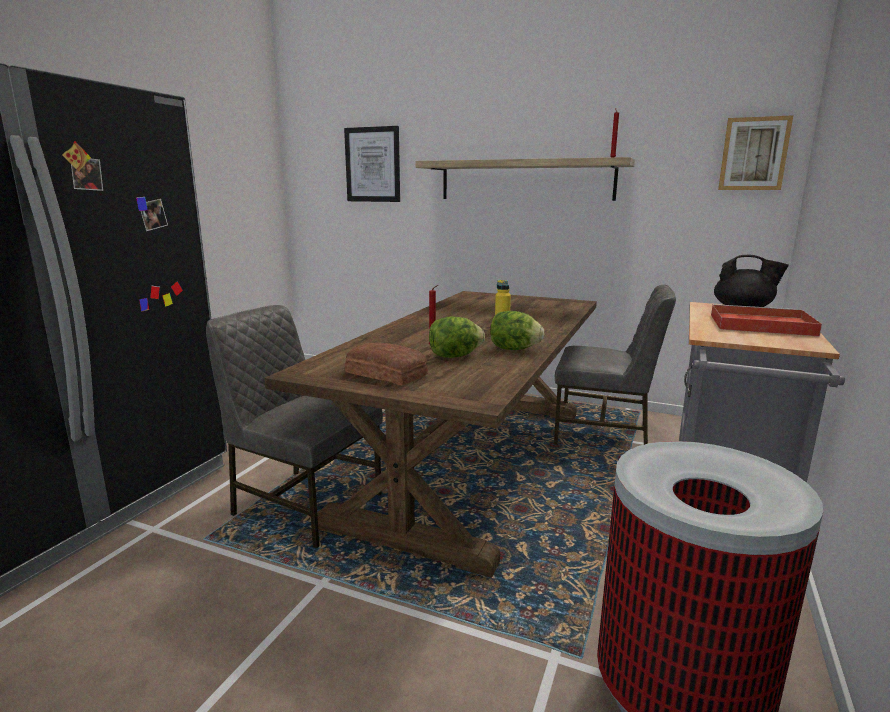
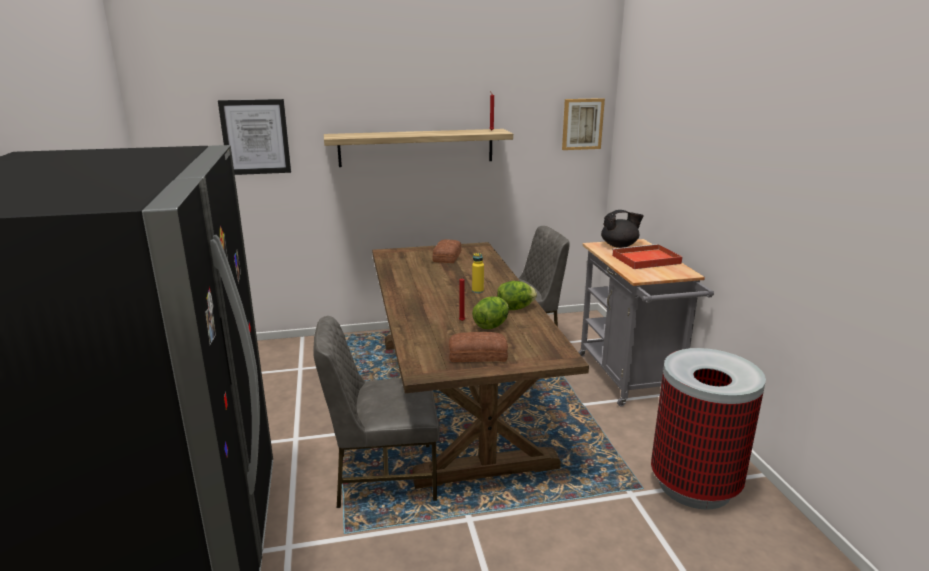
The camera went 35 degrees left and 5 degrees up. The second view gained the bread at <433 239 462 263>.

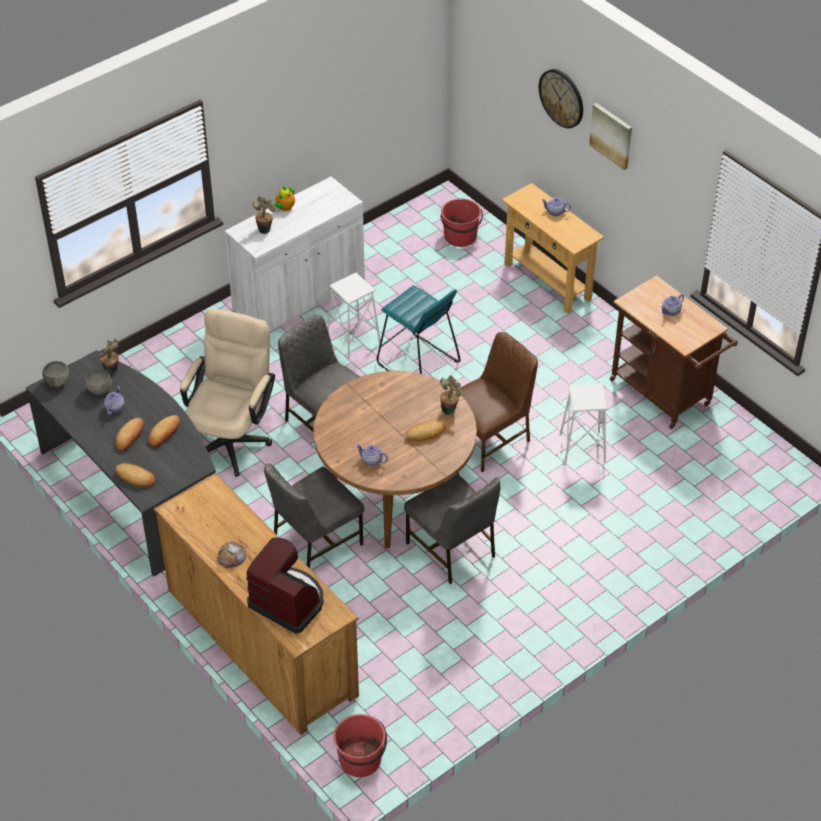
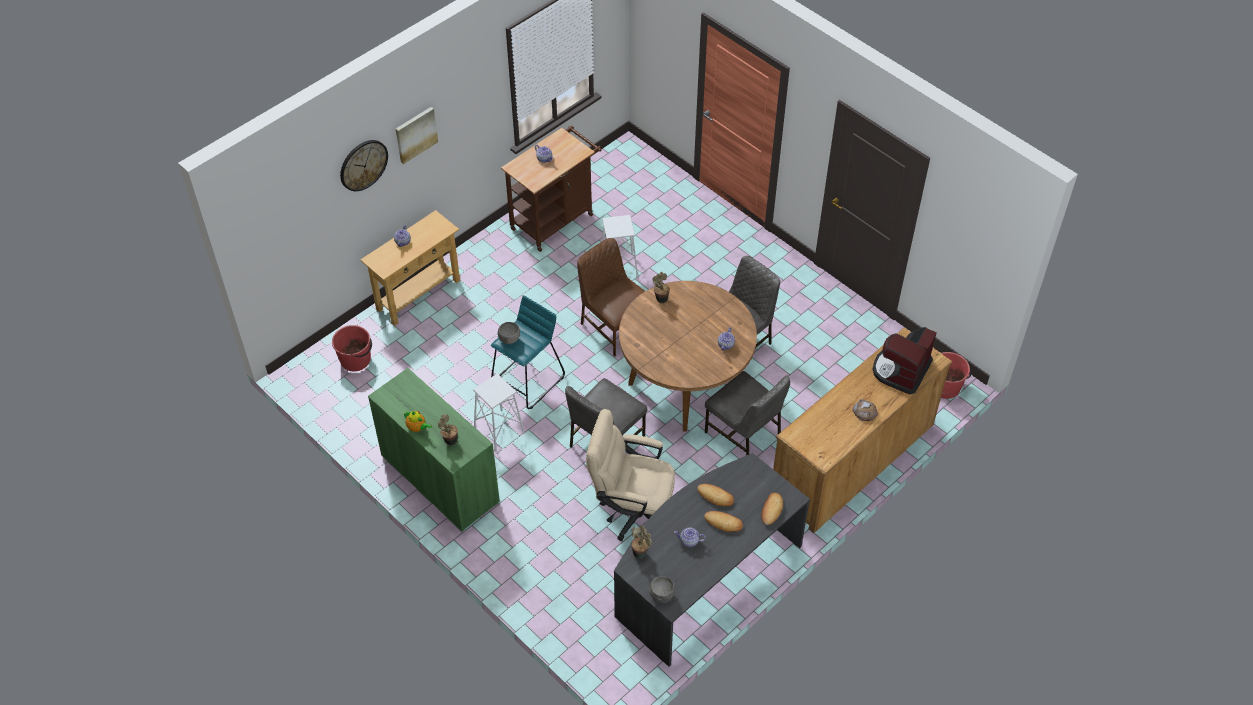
The camera went 95 degrees left and 5 degrees up. The grey bowl ended up elsewhere, having gone from <85 368 112 394> to <498 322 520 344>. What was the white cabinet at <225 176 365 332> turned into the green cabinet at <368 368 500 531>. The second view lost the bread at <405 420 446 441>.

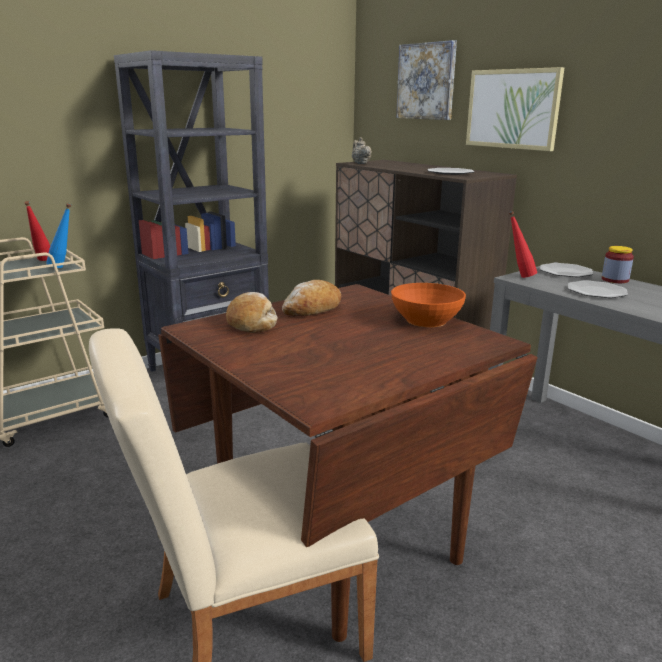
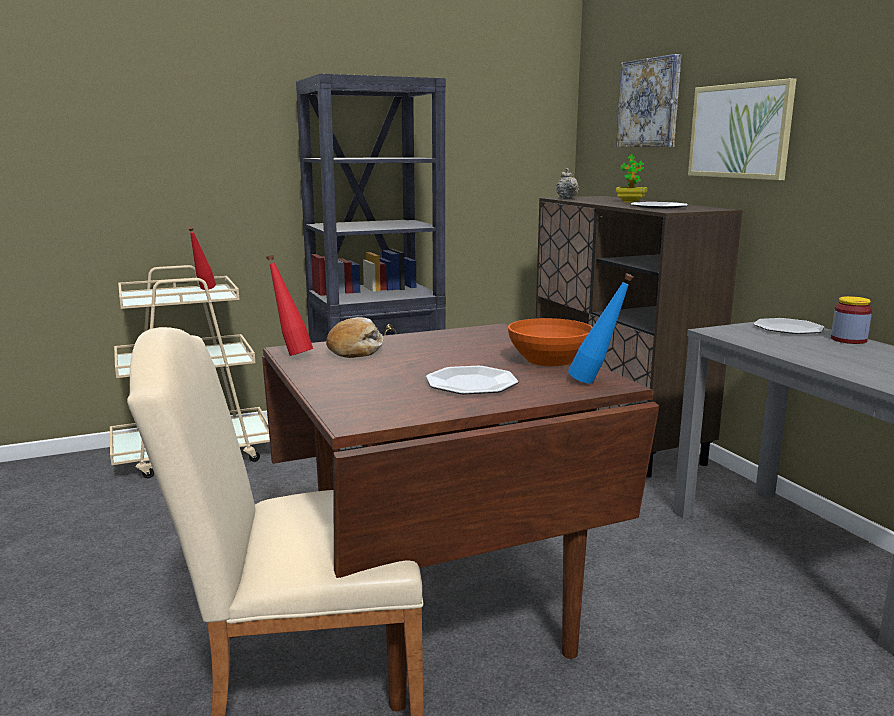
The camera went 15 degrees right and 5 degrees down. The blue bottle ended up elsewhere, having gone from <46 203 71 268> to <568 273 634 384>. The second view lost the bread at <282 280 341 316>. The red bottle ended up elsewhere, having gone from <509 211 537 278> to <266 255 313 356>. The plate ended up elsewhere, having gone from <568 280 628 298> to <426 366 519 394>. The second view gained the potted plant at <616 154 648 202>.

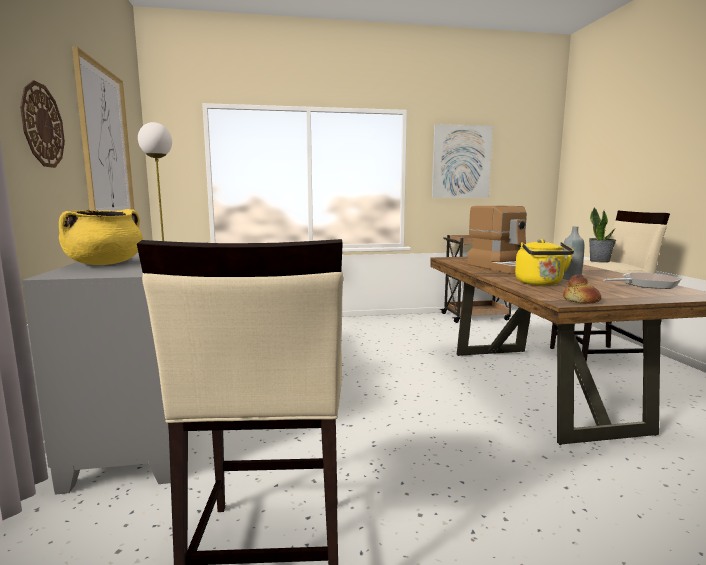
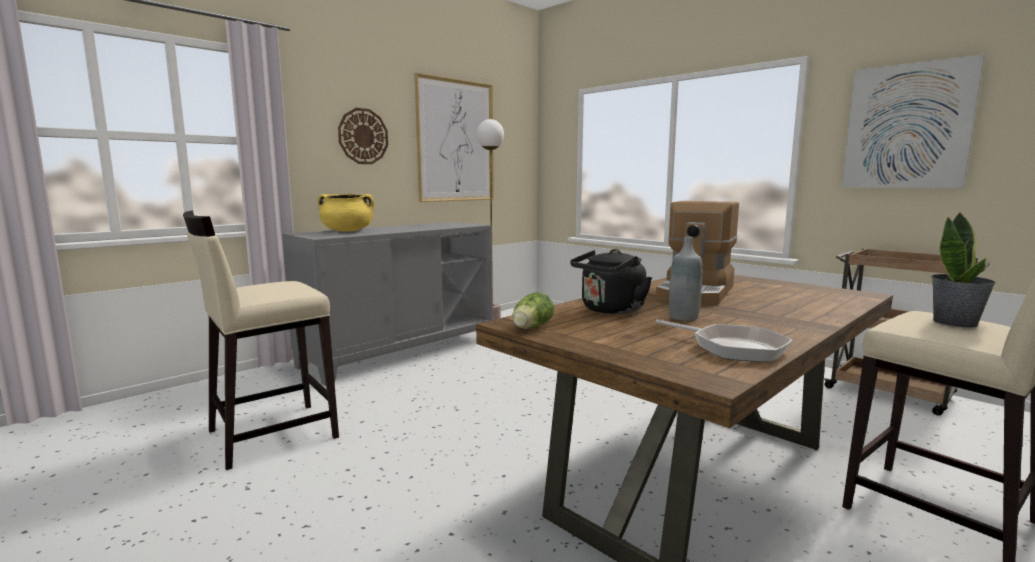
The camera went 55 degrees right and 0 degrees up. What was the yellow kettle at <515 239 574 286> turned into the black kettle at <570 249 652 314>. Where the bread stood at <563 274 601 304>, the lettuce came to stand at <512 292 554 329>.

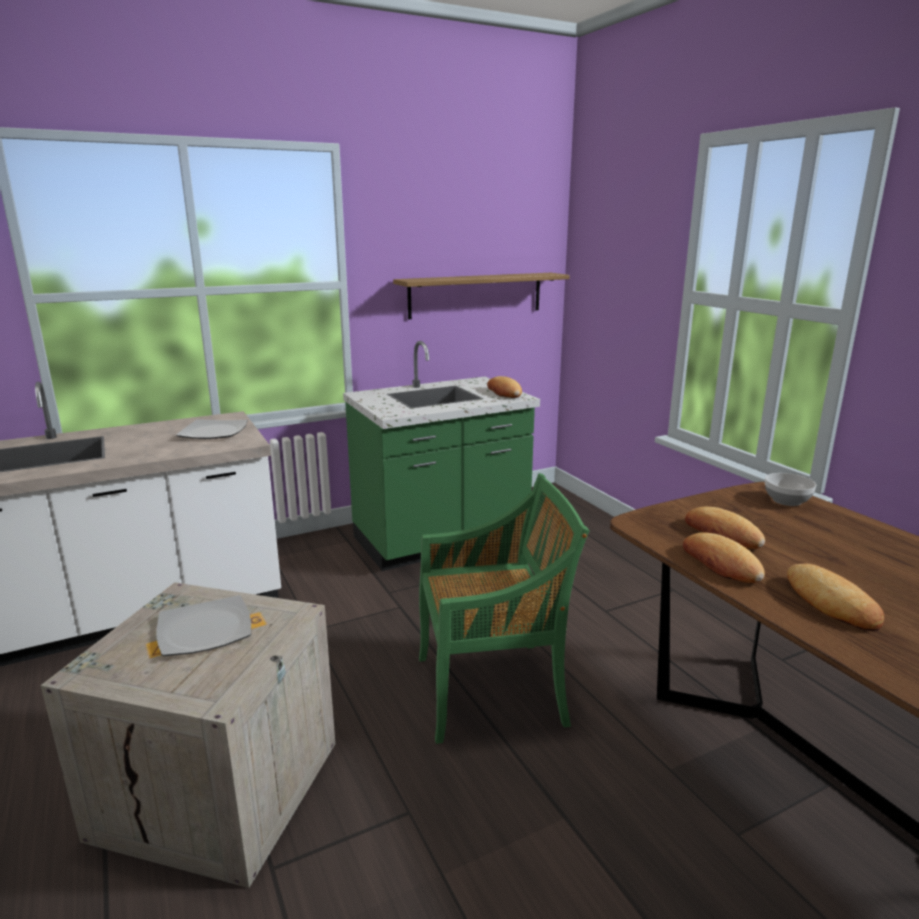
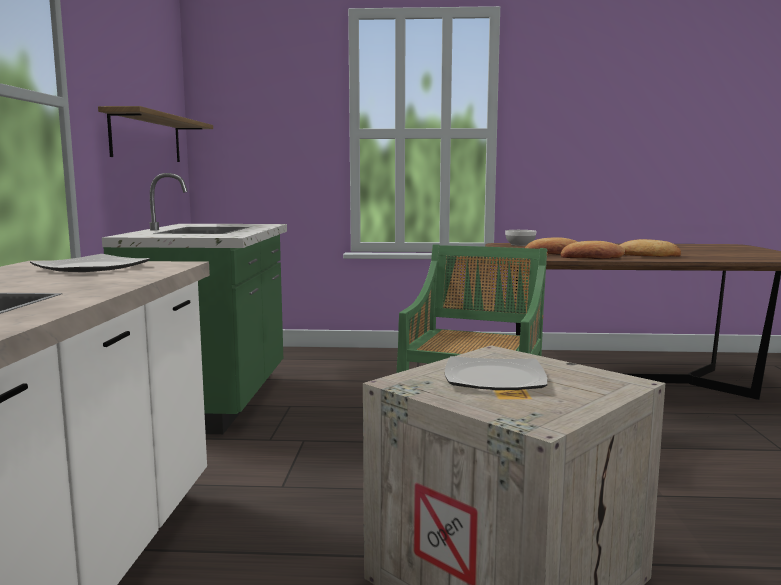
The camera went 60 degrees left and 10 degrees down. The second view lost the bread at <487 376 522 398>.

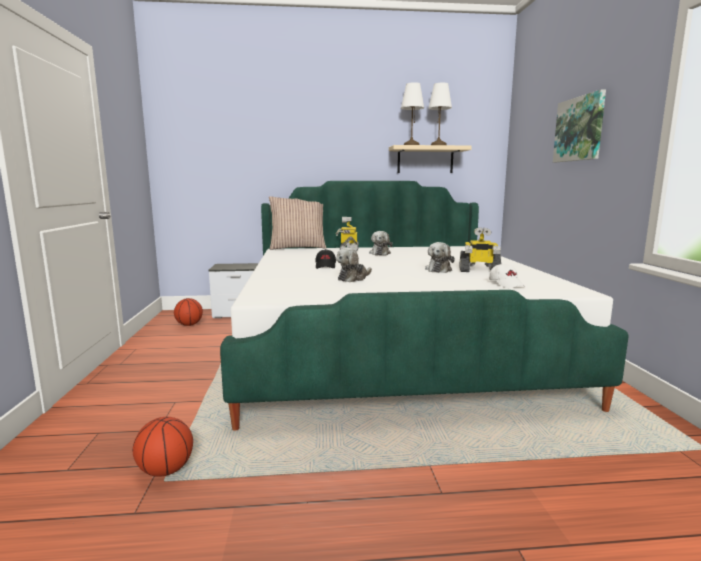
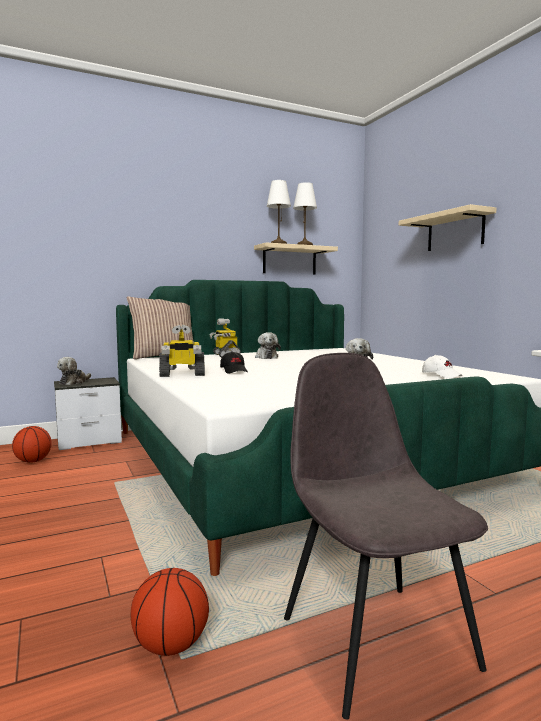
The camera went 20 degrees left and 5 degrees down. The plush toy ended up elsewhere, having gone from <336 248 372 282> to <57 357 91 385>. The toy robot ended up elsewhere, having gone from <459 227 501 272> to <159 325 205 377>. Where the picture hung at <553 89 606 162>, the beige shelf came to hang at <399 204 496 251>. The second view gained the grey chair at <284 353 488 720>.

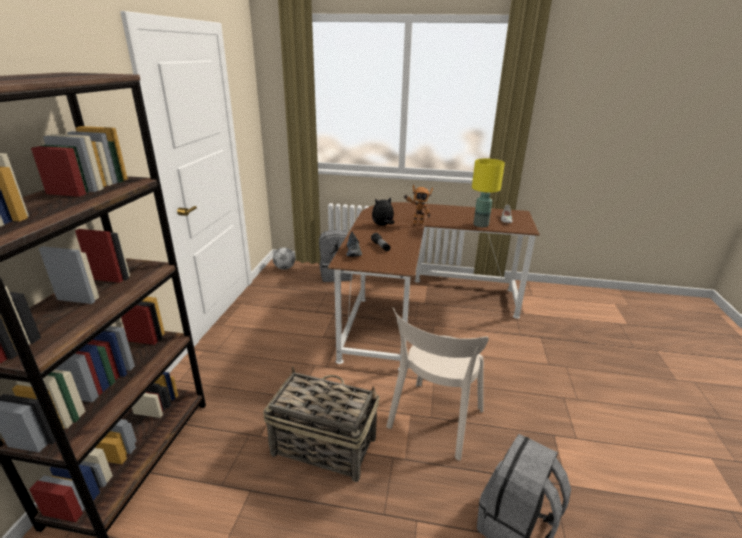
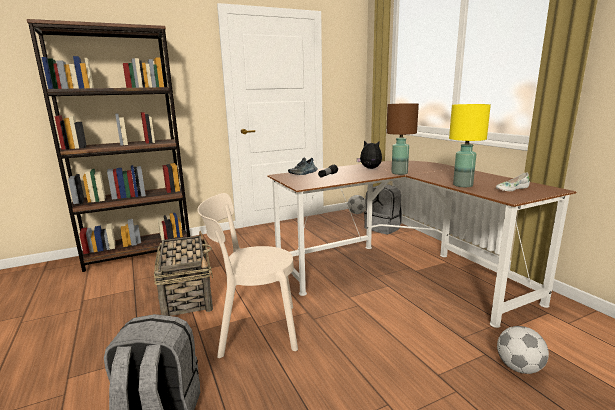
The camera went 55 degrees right and 10 degrees down. Where the toy robot stood at <404 185 433 226>, the brown table lamp came to stand at <386 103 419 175>. The second view gained the football at <497 326 549 374>.

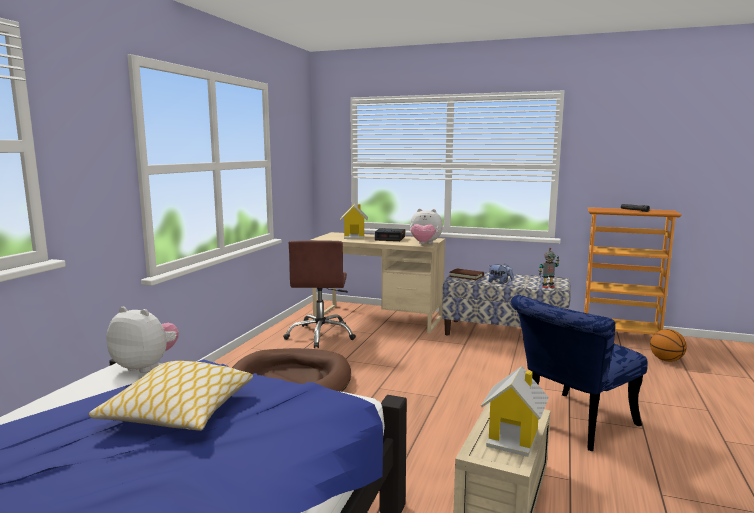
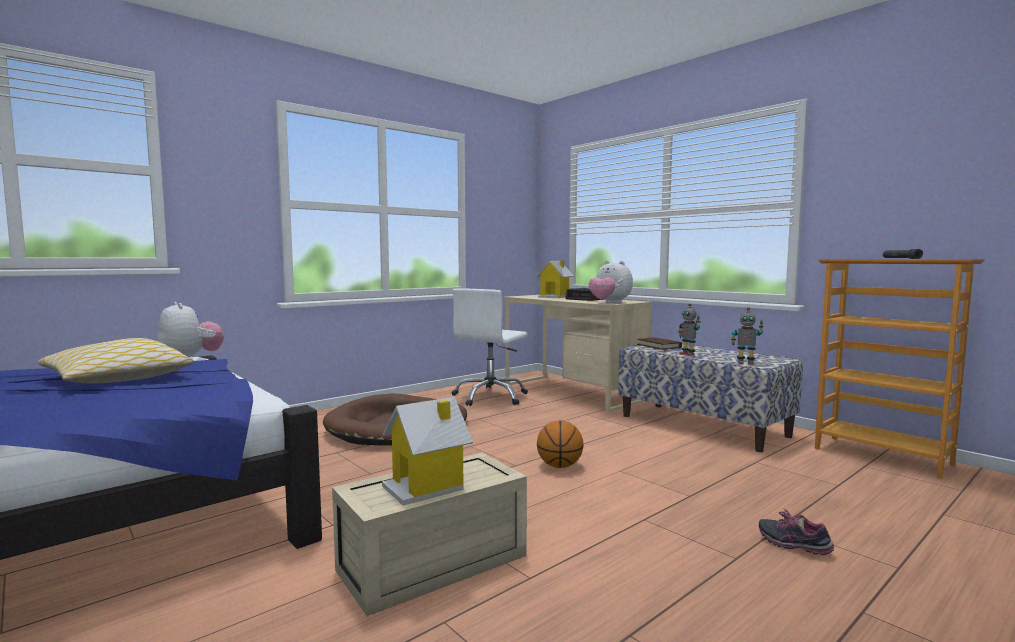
The camera went 30 degrees right and 5 degrees down. What was the brown office chair at <283 240 356 348> turned into the white office chair at <452 289 528 406>. Where the plush toy stood at <488 264 514 284>, the toy robot came to stand at <678 303 701 356>. The second view lost the blue chair at <511 295 647 451>. The basketball ended up elsewhere, having gone from <650 329 687 362> to <537 420 583 468>. The second view gained the shoe at <759 508 834 555>.

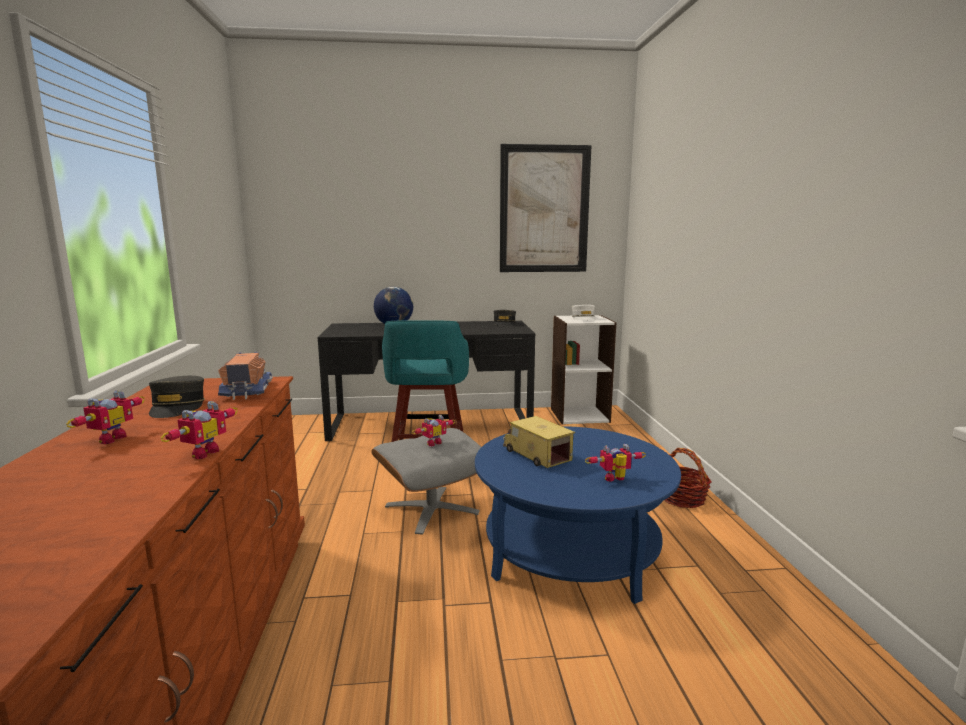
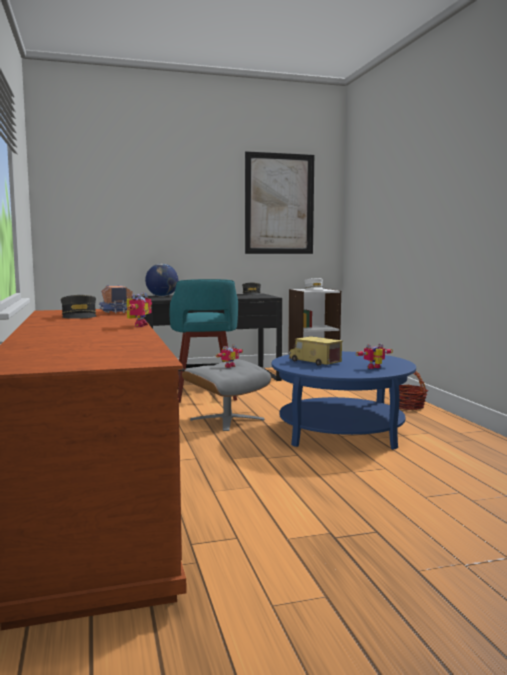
The camera went 10 degrees left and 5 degrees down. The second view lost the toy robot at <67 390 145 444>.

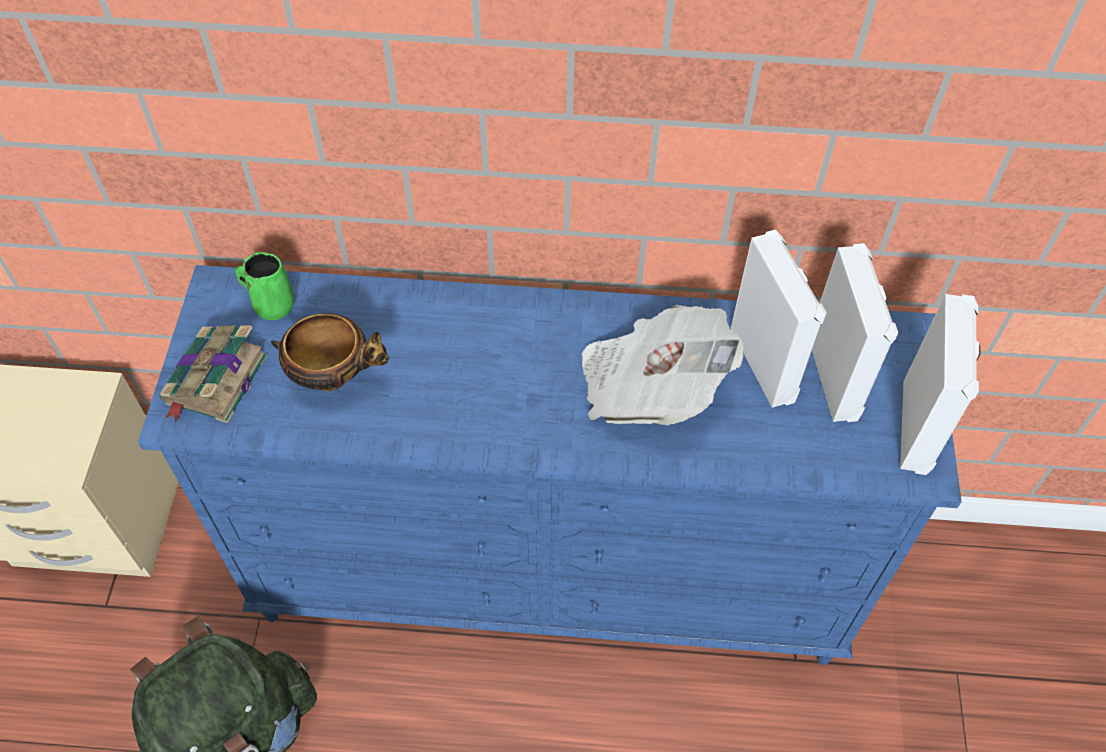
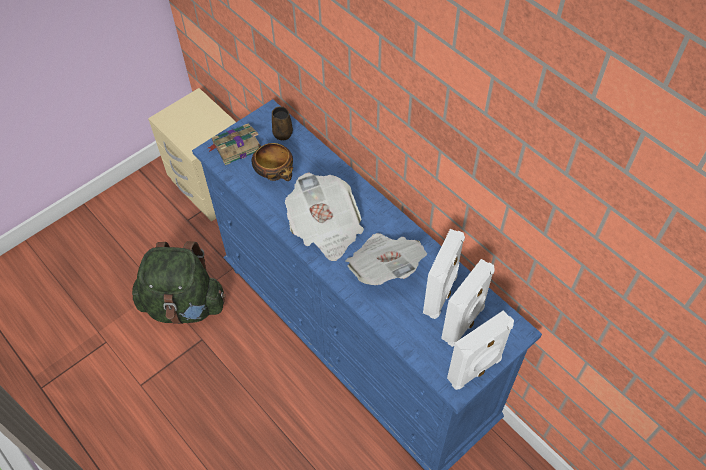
The camera went 45 degrees right and 0 degrees up. What was the green mug at <235 252 294 320> turned into the brown mug at <272 106 293 141>. The second view gained the newspaper at <285 173 364 261>.

